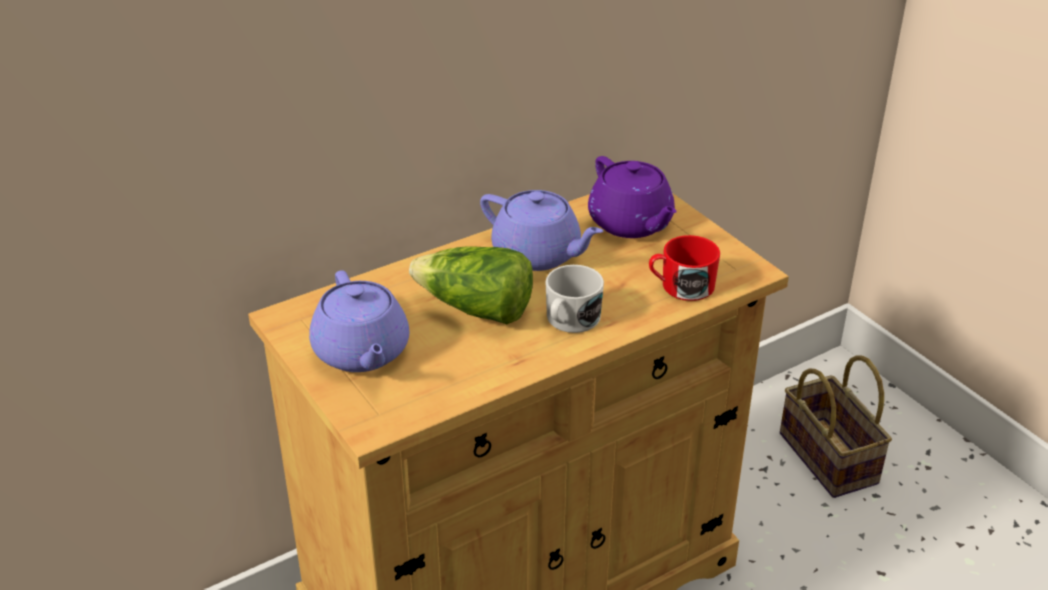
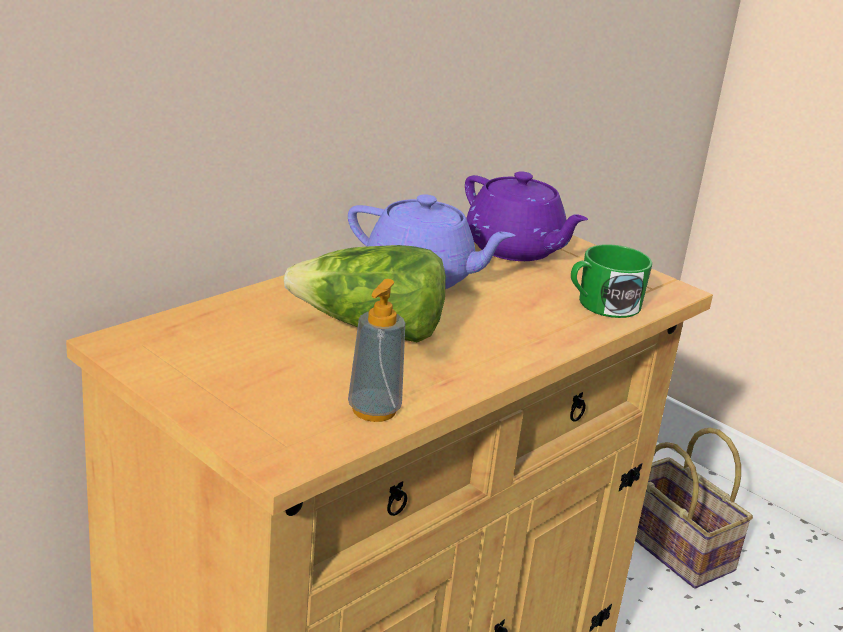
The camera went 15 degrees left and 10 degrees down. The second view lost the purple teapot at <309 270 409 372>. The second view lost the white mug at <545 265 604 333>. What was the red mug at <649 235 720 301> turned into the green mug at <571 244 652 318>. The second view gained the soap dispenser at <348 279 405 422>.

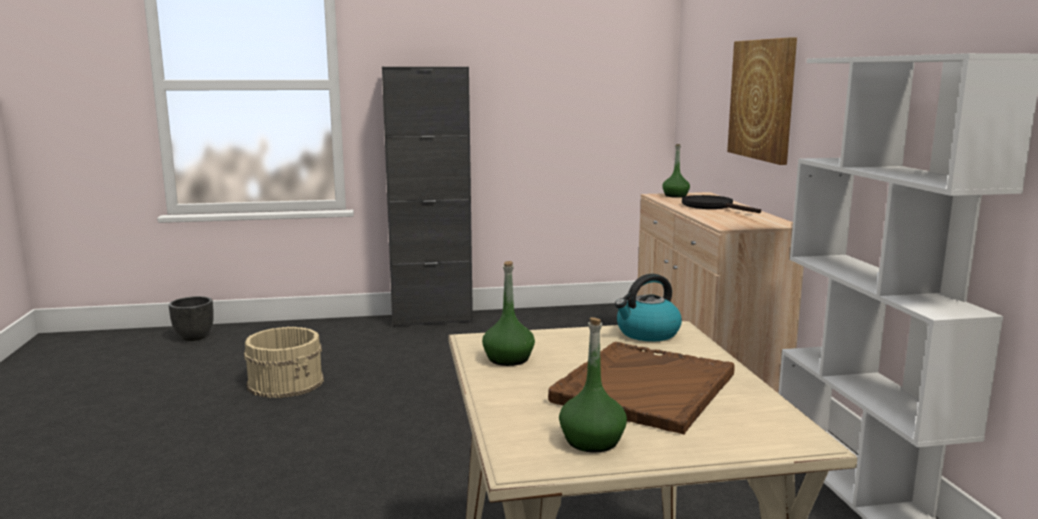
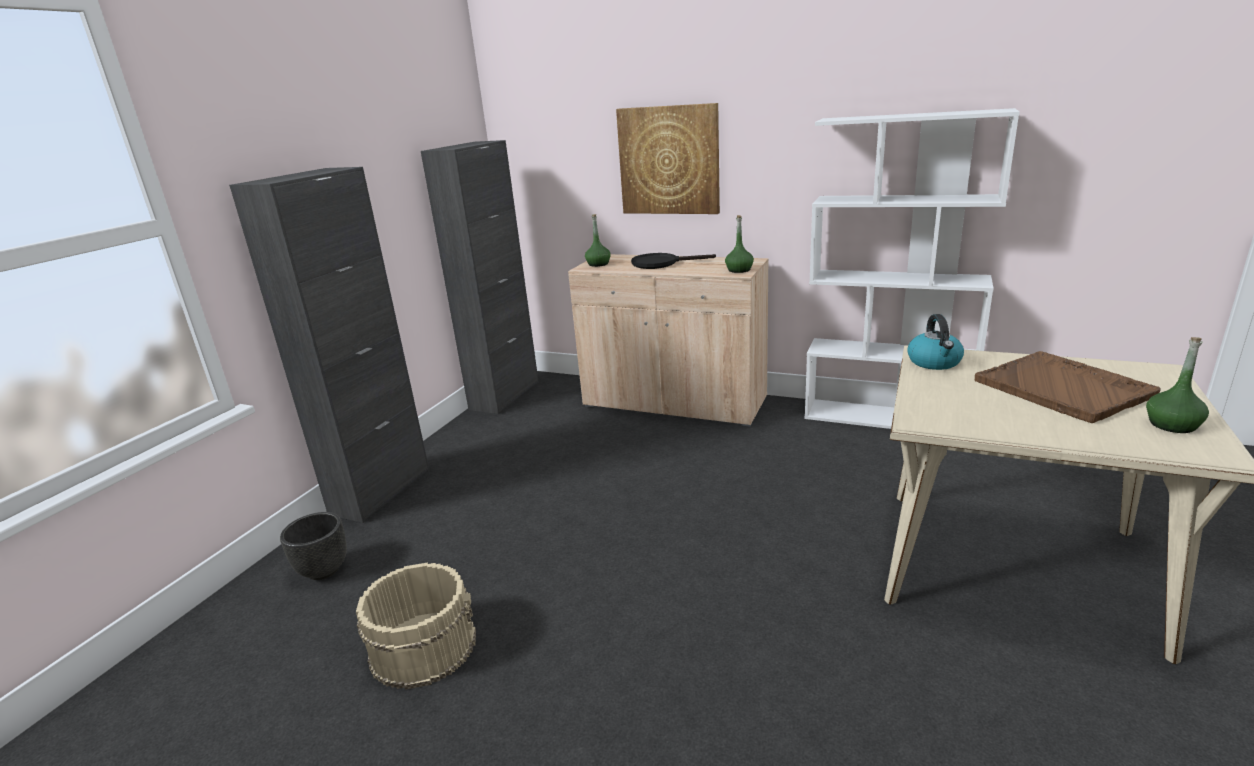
The camera went 55 degrees left and 10 degrees up. The black planter ended up elsewhere, having gone from <169 296 214 341> to <280 512 347 580>. The green bottle ended up elsewhere, having gone from <482 261 535 366> to <725 215 754 273>. The second view gained the black cabinet at <421 140 539 414>.

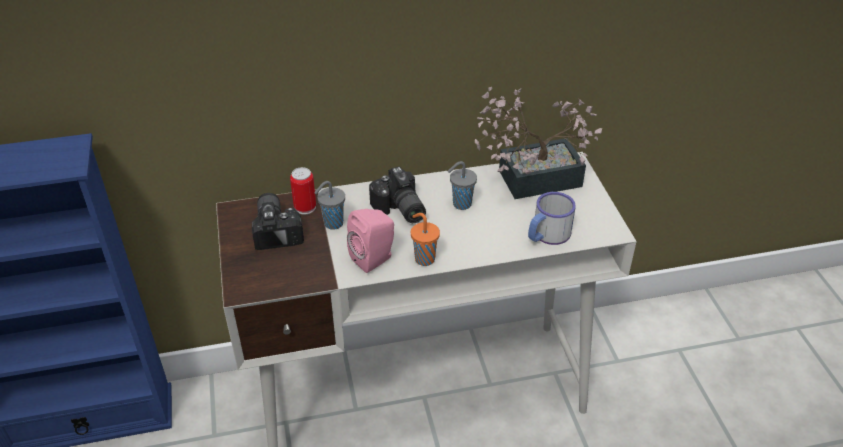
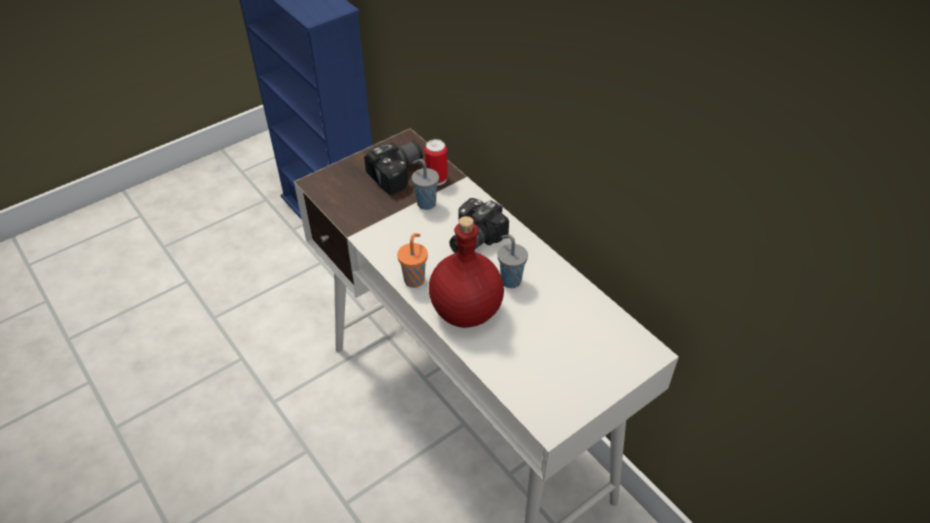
The camera went 65 degrees right and 5 degrees up. The second view lost the pink speaker at <347 209 394 273>. The second view lost the potted plant at <475 87 602 199>. The second view lost the mug at <528 192 576 245>. The second view gained the red bottle at <429 216 504 328>.

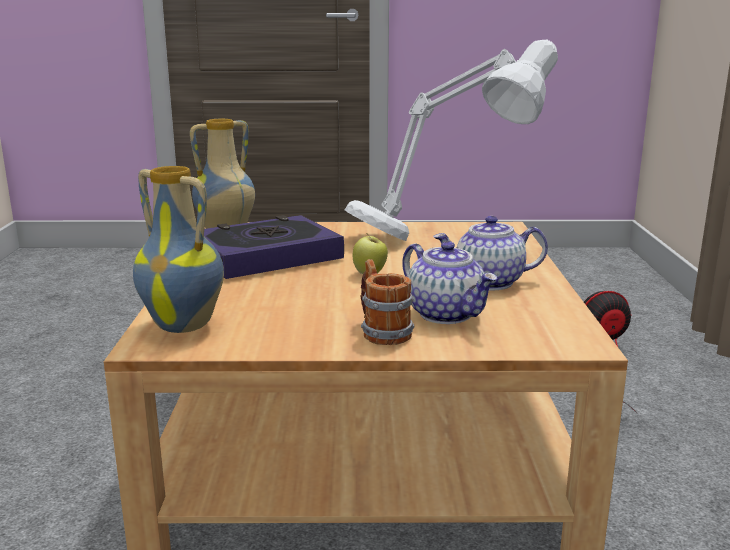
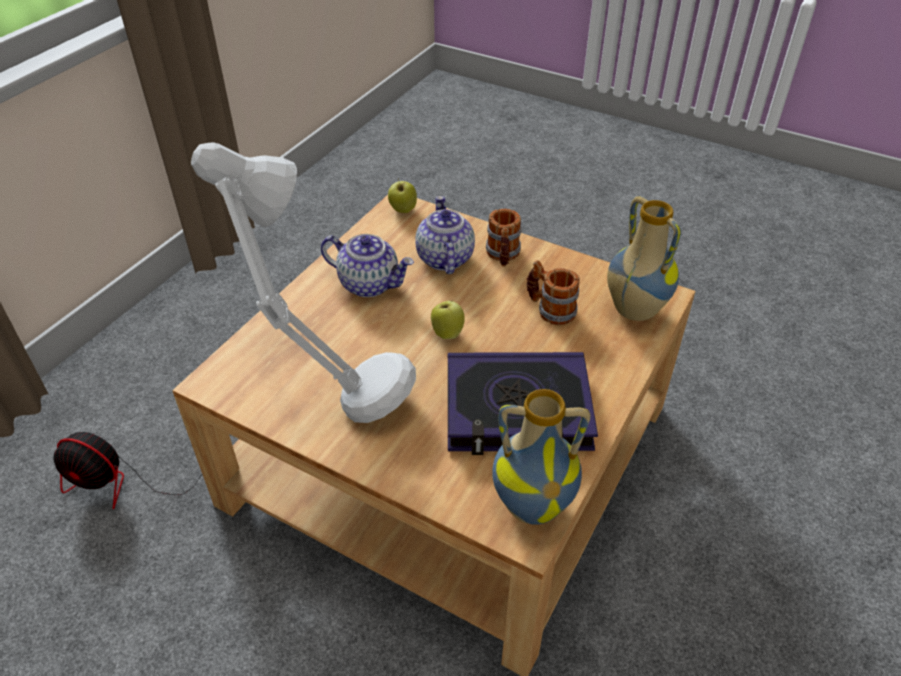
The camera went 150 degrees left and 25 degrees up. The second view gained the apple at <388 179 417 213>. The second view gained the mug at <526 260 580 325>.

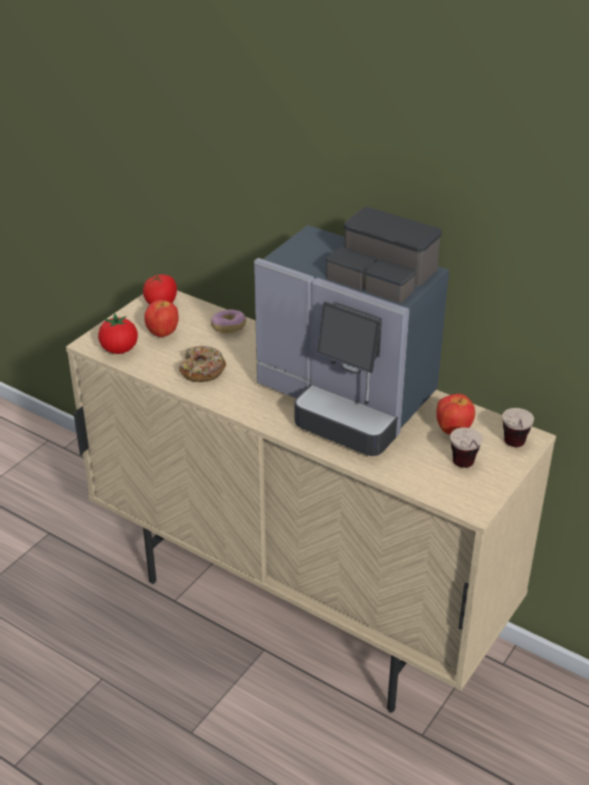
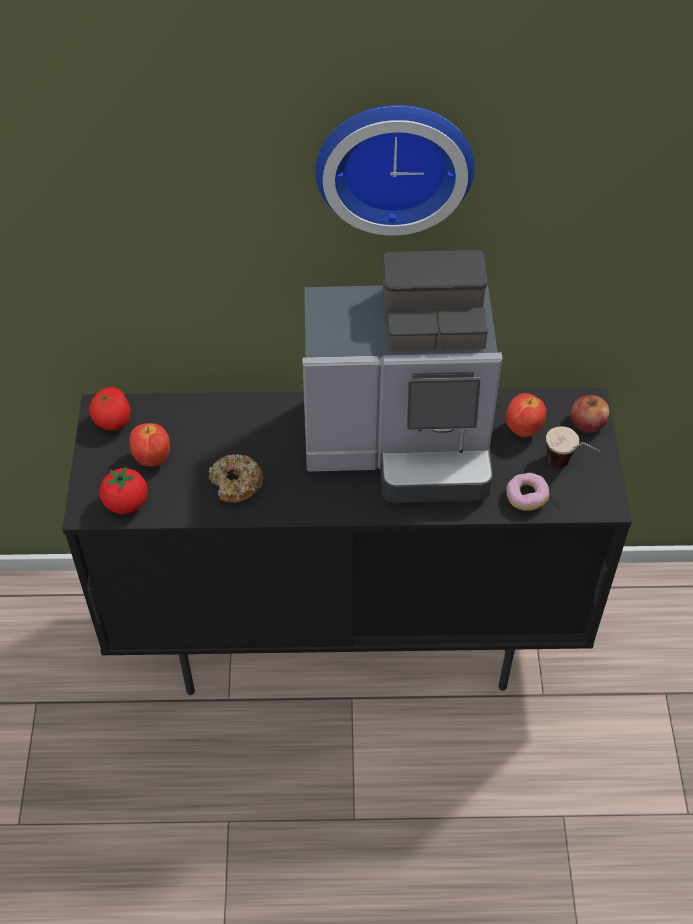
The camera went 35 degrees left and 15 degrees up. What was the beige cabinet at <66 291 556 713> turned into the black cabinet at <63 388 632 695>. The donut ended up elsewhere, having gone from <211 309 246 333> to <506 473 550 511>. Where the cup stood at <502 408 534 447>, the apple came to stand at <570 395 610 433>. The second view gained the wall clock at <315 105 475 236>.

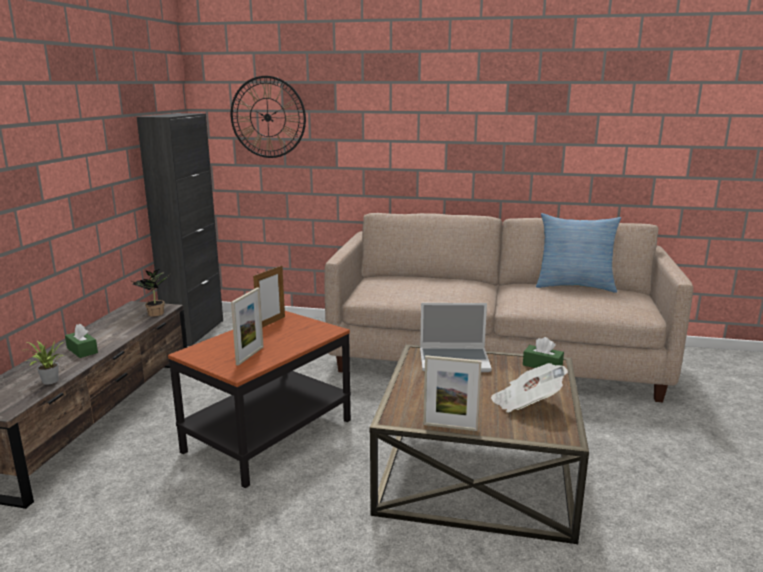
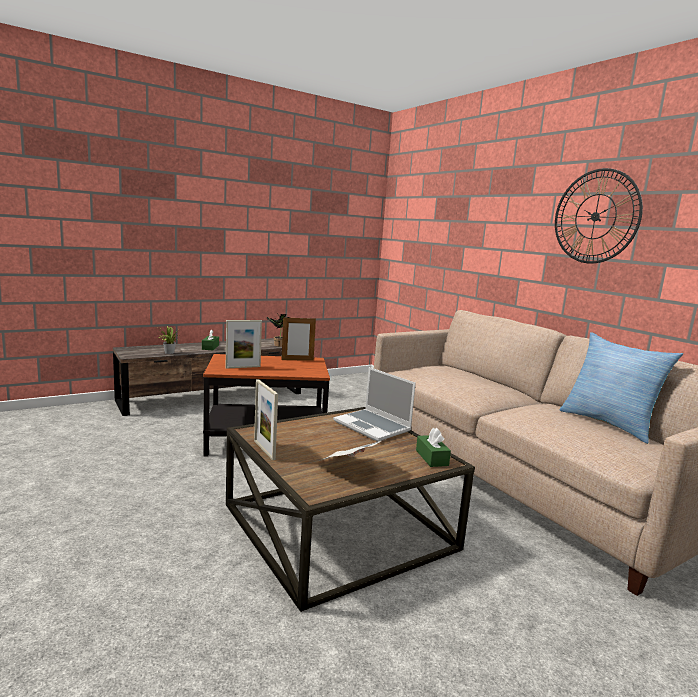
The camera went 45 degrees right and 5 degrees down. The second view lost the black cabinet at <137 113 223 346>. The wall clock ended up elsewhere, having gone from <231 76 306 158> to <555 168 643 264>.

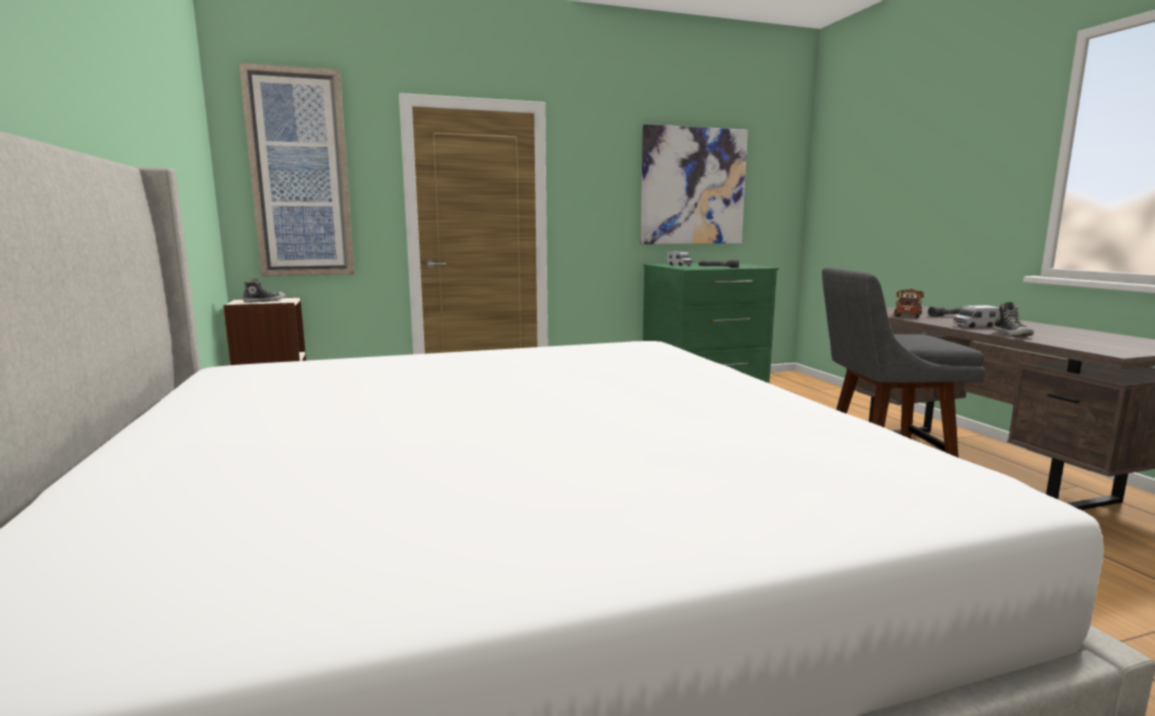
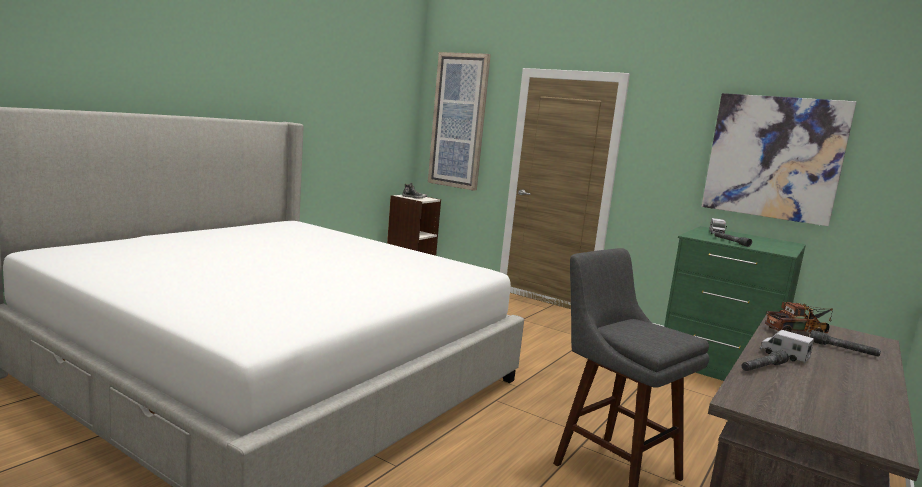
The camera went 50 degrees right and 0 degrees up. Where the shoe stood at <994 302 1034 336>, the grey flashlight came to stand at <742 350 789 371>.

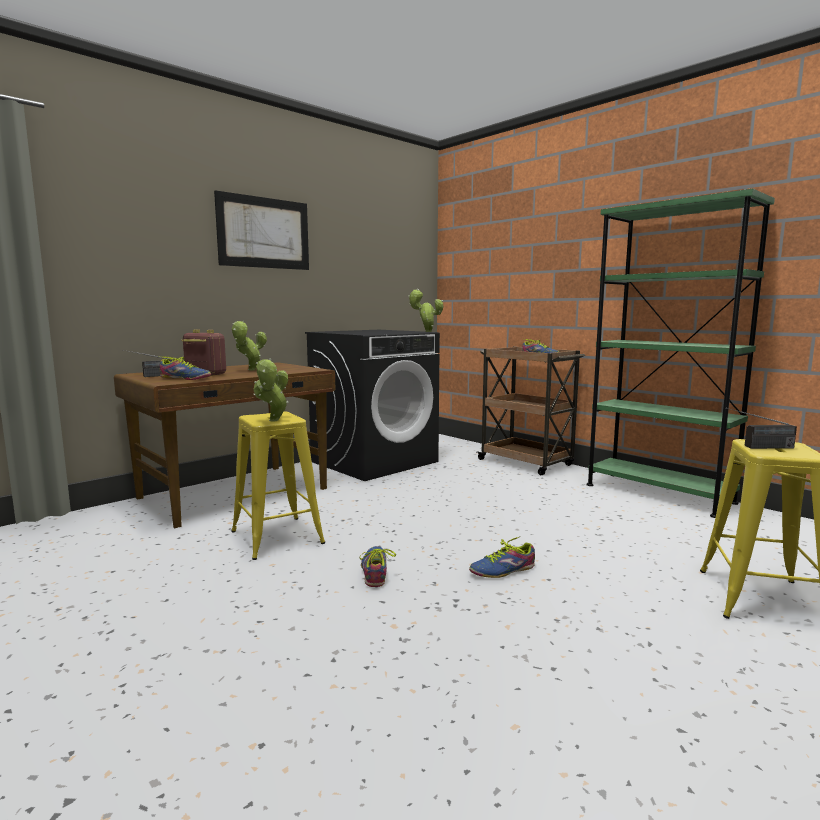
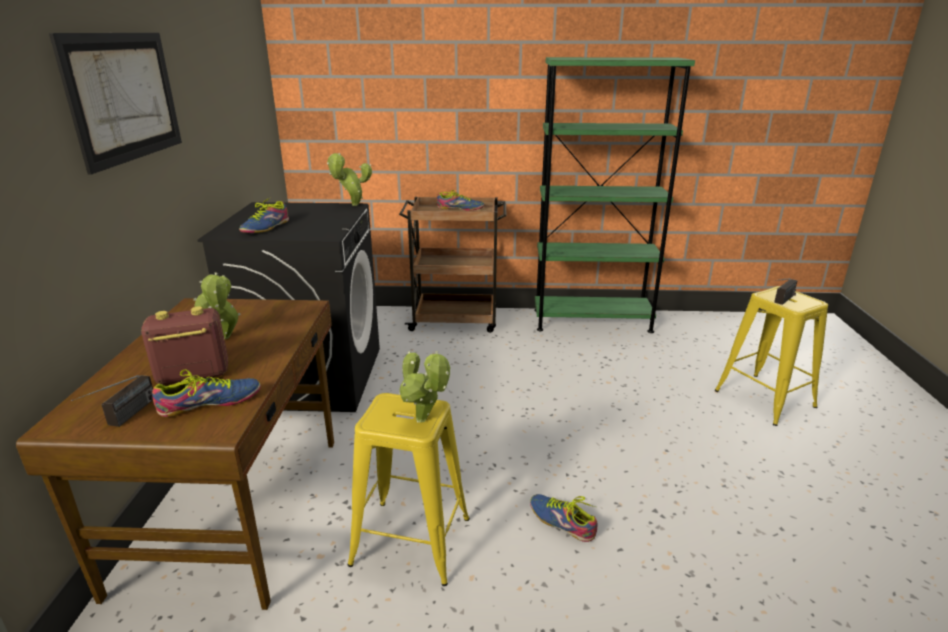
The camera went 45 degrees left and 15 degrees up. The shoe ended up elsewhere, having gone from <469 536 535 578> to <239 198 289 233>.

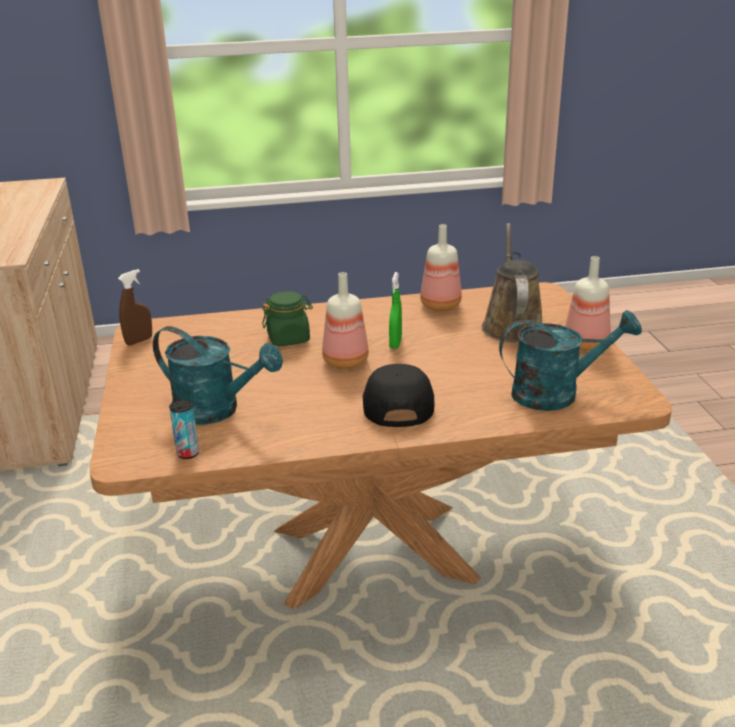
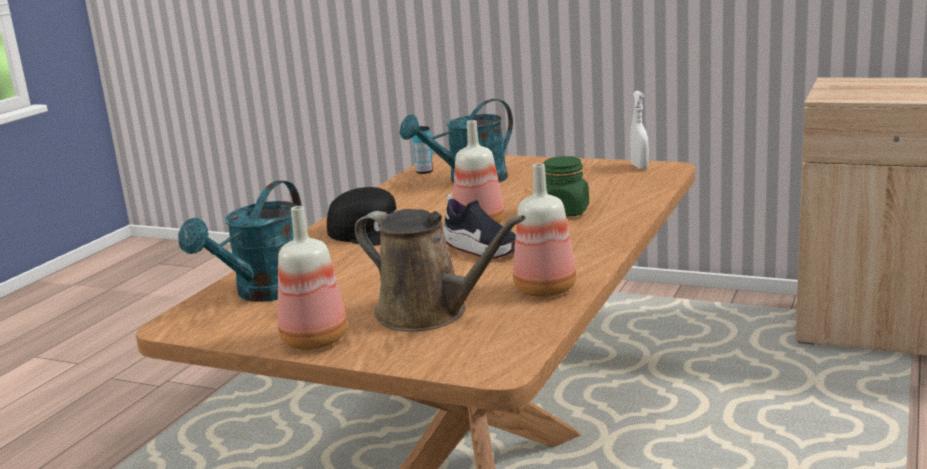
The camera went 125 degrees right and 10 degrees down. What was the brown spray bottle at <118 269 152 345> turned into the white spray bottle at <630 91 649 169>. Where the green spray bottle stood at <389 272 402 349>, the shoe came to stand at <443 194 516 259>.

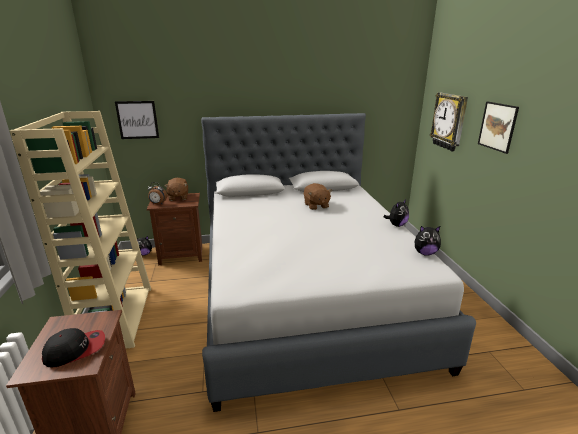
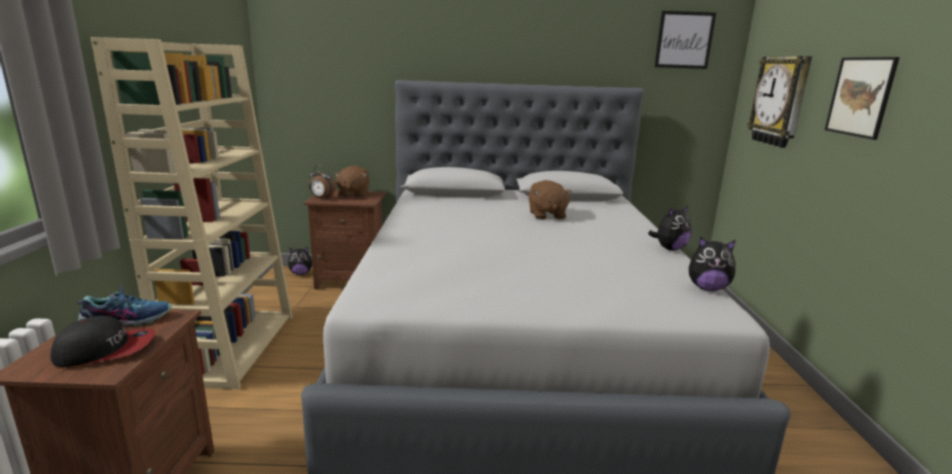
The camera went 10 degrees right and 5 degrees down. The picture ended up elsewhere, having gone from <115 101 159 139> to <654 11 716 69>. The second view gained the shoe at <77 284 172 327>.

